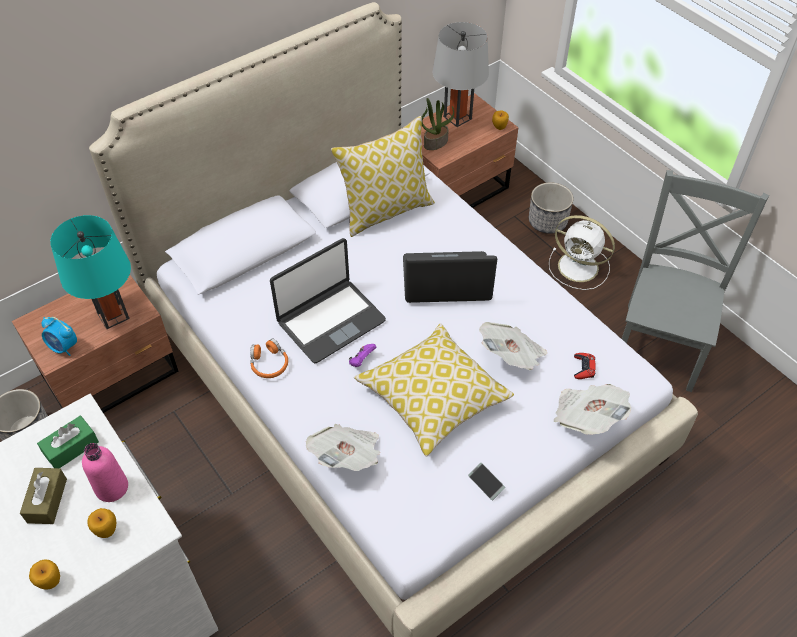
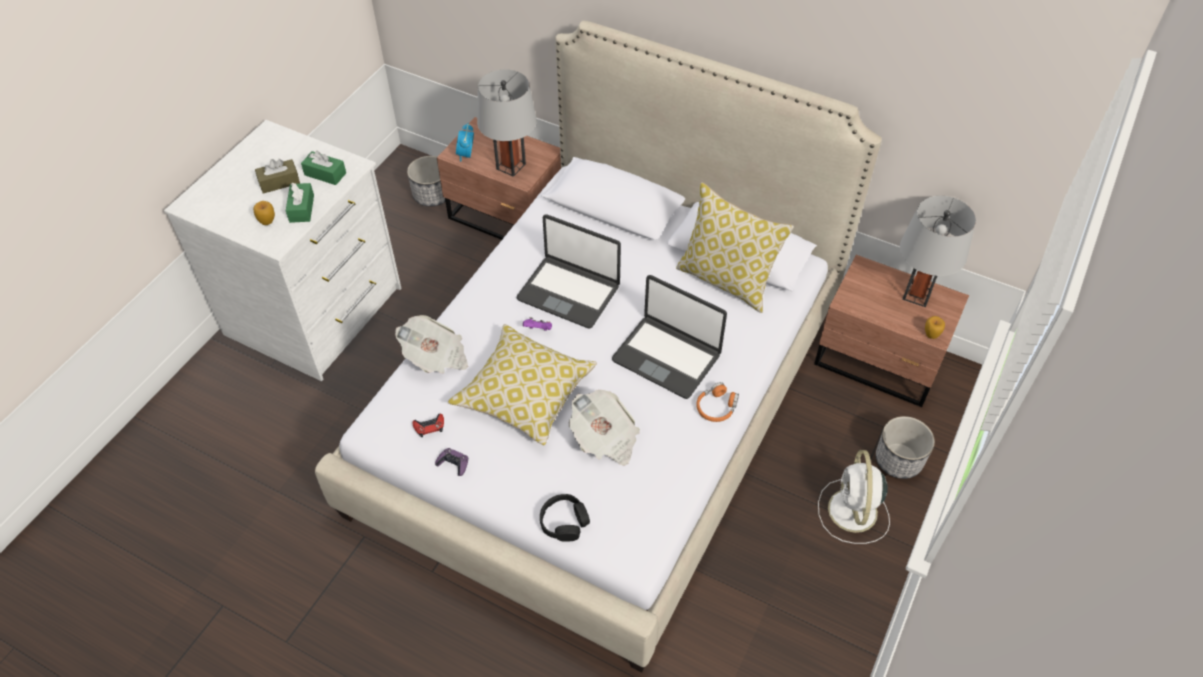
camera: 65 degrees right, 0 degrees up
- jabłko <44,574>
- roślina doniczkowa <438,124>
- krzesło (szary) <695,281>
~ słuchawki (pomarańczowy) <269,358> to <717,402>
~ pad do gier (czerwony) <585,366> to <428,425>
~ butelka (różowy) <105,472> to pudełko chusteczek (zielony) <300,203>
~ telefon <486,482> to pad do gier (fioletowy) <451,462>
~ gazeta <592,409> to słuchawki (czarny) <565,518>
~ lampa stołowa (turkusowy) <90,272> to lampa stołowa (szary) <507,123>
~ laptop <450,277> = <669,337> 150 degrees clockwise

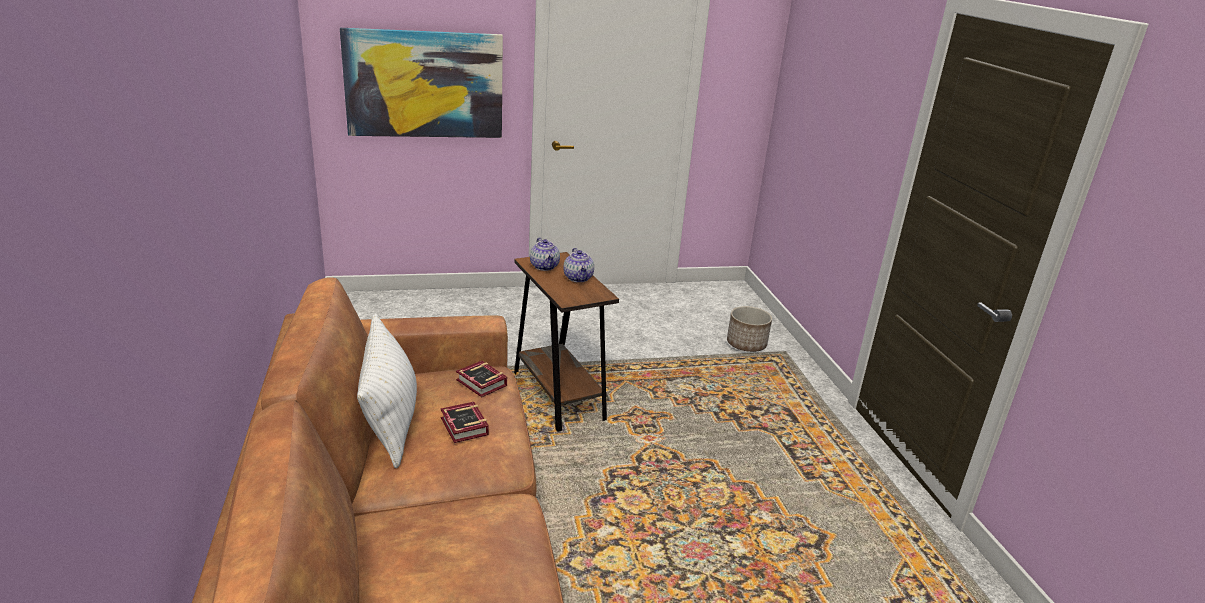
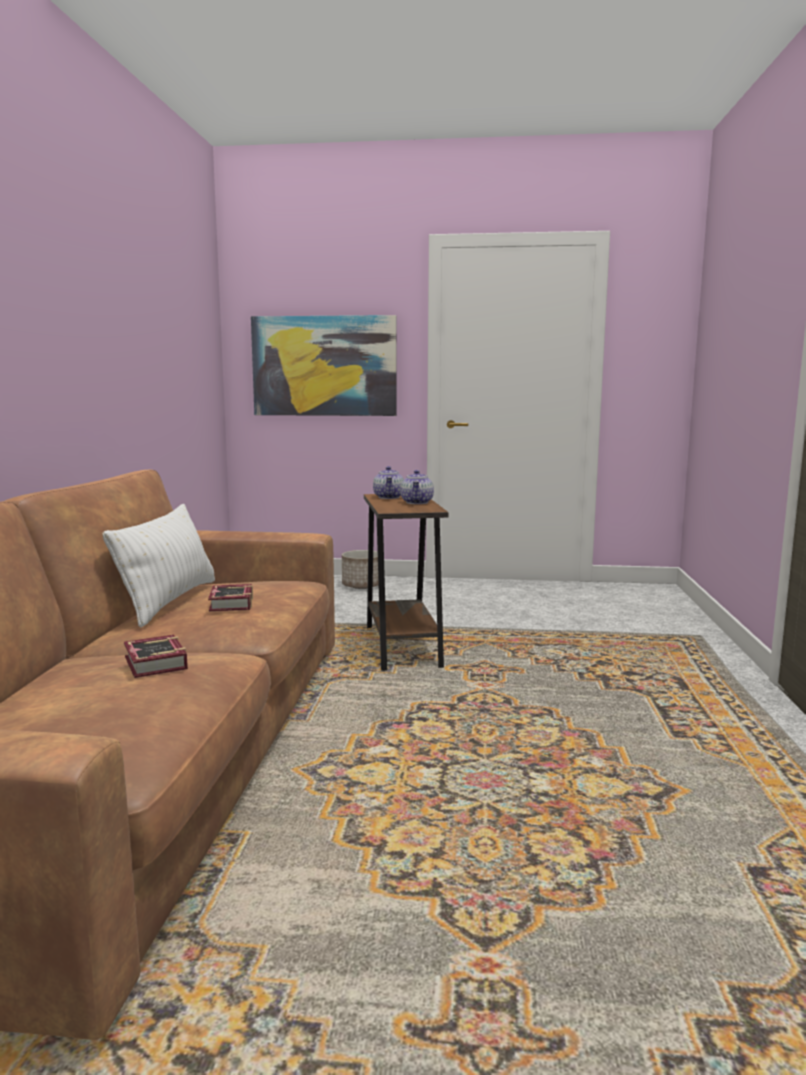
camera: 20 degrees right, 15 degrees down
~ książka <481,379> to <156,656>
~ donica <749,329> to <360,569>

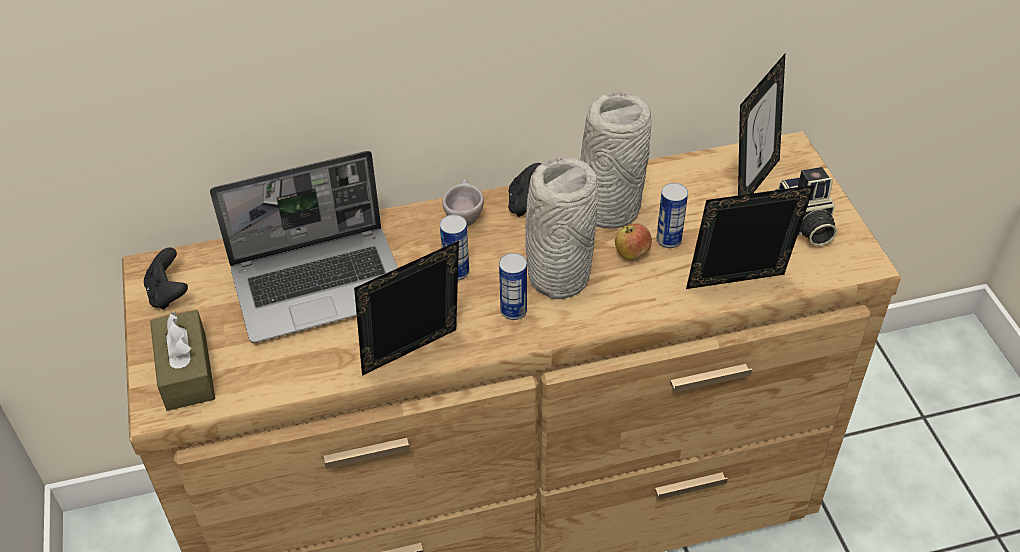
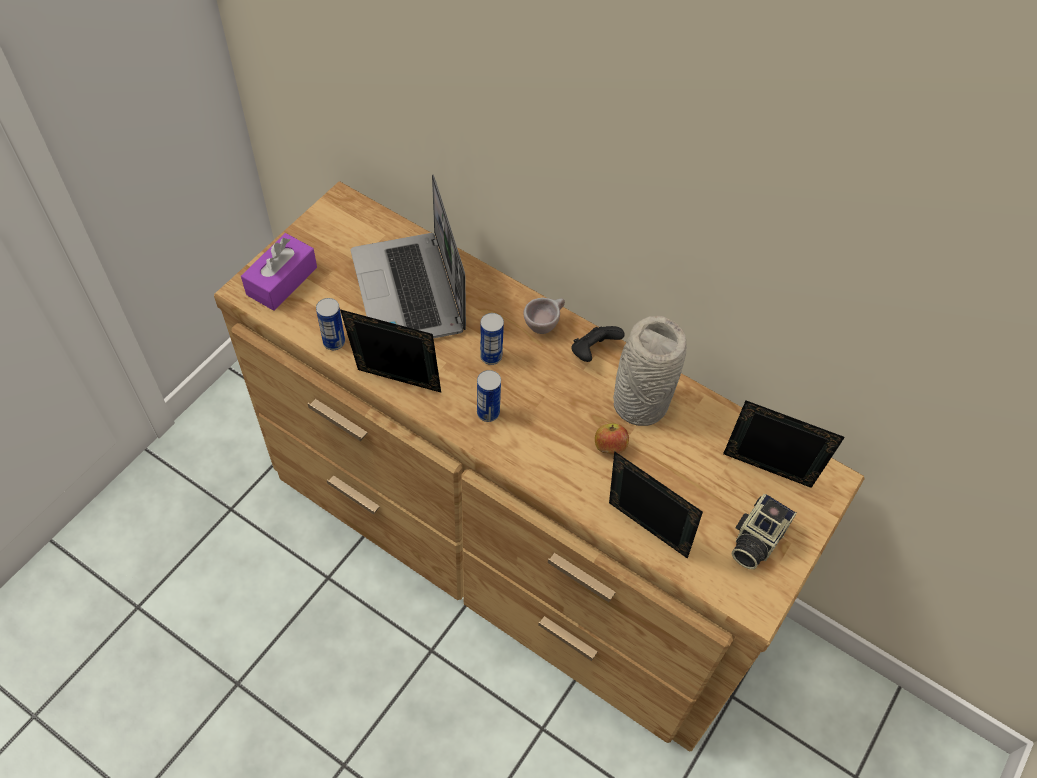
camera: 45 degrees right, 10 degrees up
- pad do gier (czarny) <166,278>
- wazon (szary) <561,228>
~ puszka <672,215> to <330,324>
~ pudełko chusteczek (brązowy) <182,360> to pudełko chusteczek (fioletowy) <279,272>
~ laptop <304,247> = <408,256> 45 degrees clockwise
~ ramka na zdjęcie <761,124> = <784,444> 150 degrees counterclockwise

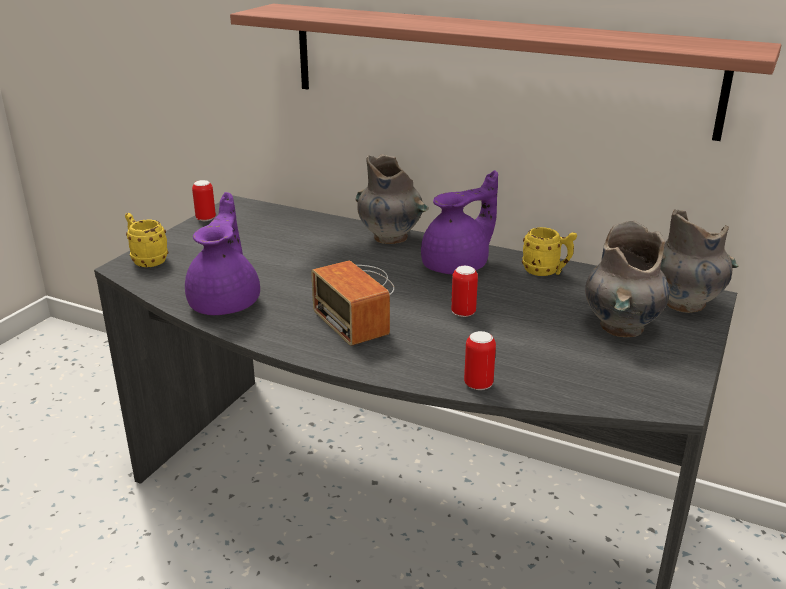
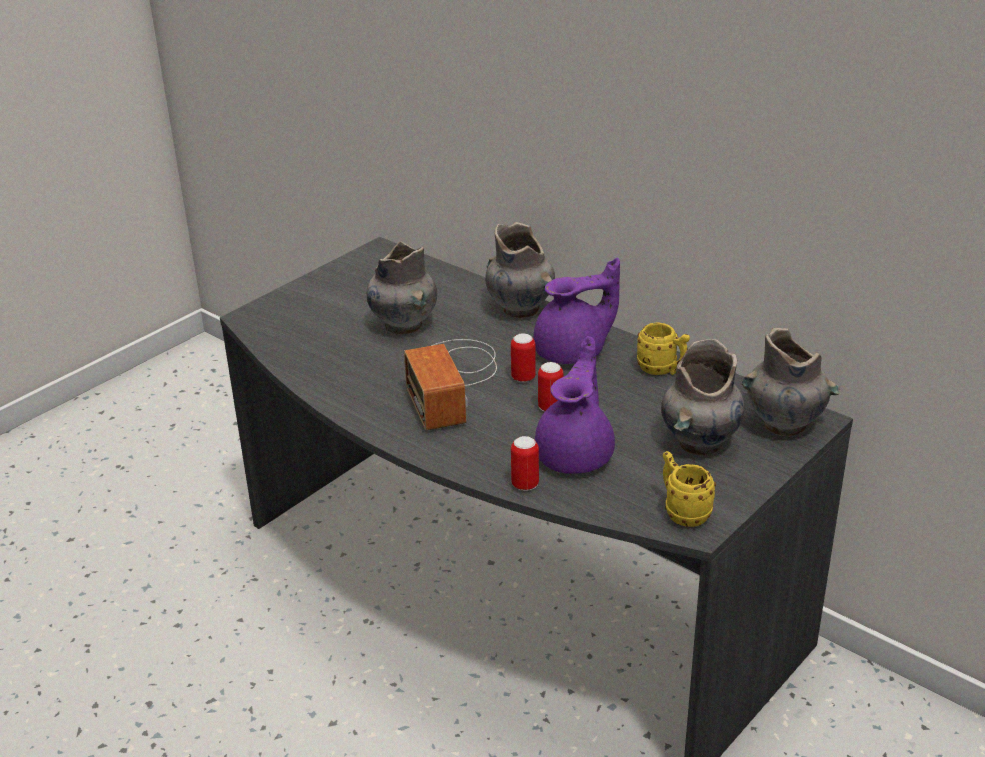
camera: 15 degrees right, 5 degrees up
- półka <505,72>
+ wazon (szary) <402,287>
~ kubek (żółty) <146,240> to <689,489>
~ imbryk (fioletowy) <222,253> to <575,405>
~ puszka <204,200> to <523,358>

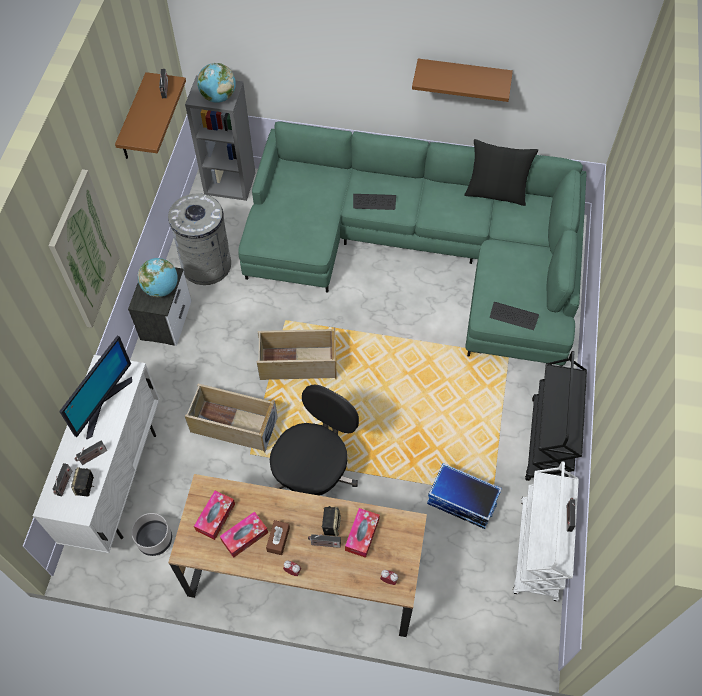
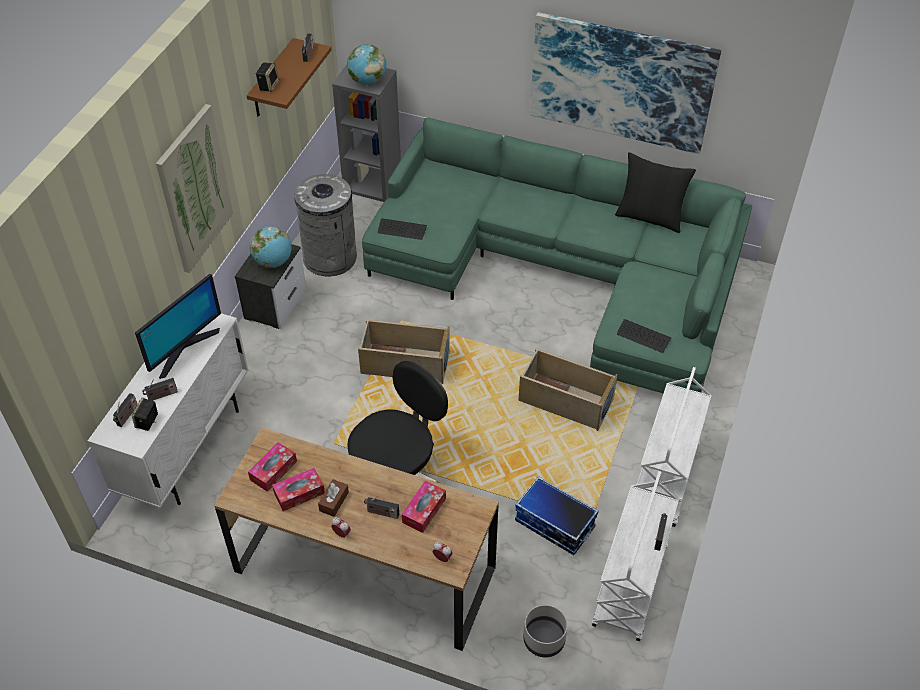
camera: 10 degrees right, 10 degrees down
~ donica (szary) <151,534> to <545,631>
~ pojemnik do przechowywania (beżowy) <231,417> to <568,389>
~ głośnik <331,521> to <267,77>
~ klawiatura <374,202> to <402,229>
~ półka (brązowy) <462,80> to obraz <625,83>
~ wózek (czarny) <556,416> to wózek (biały) <674,447>

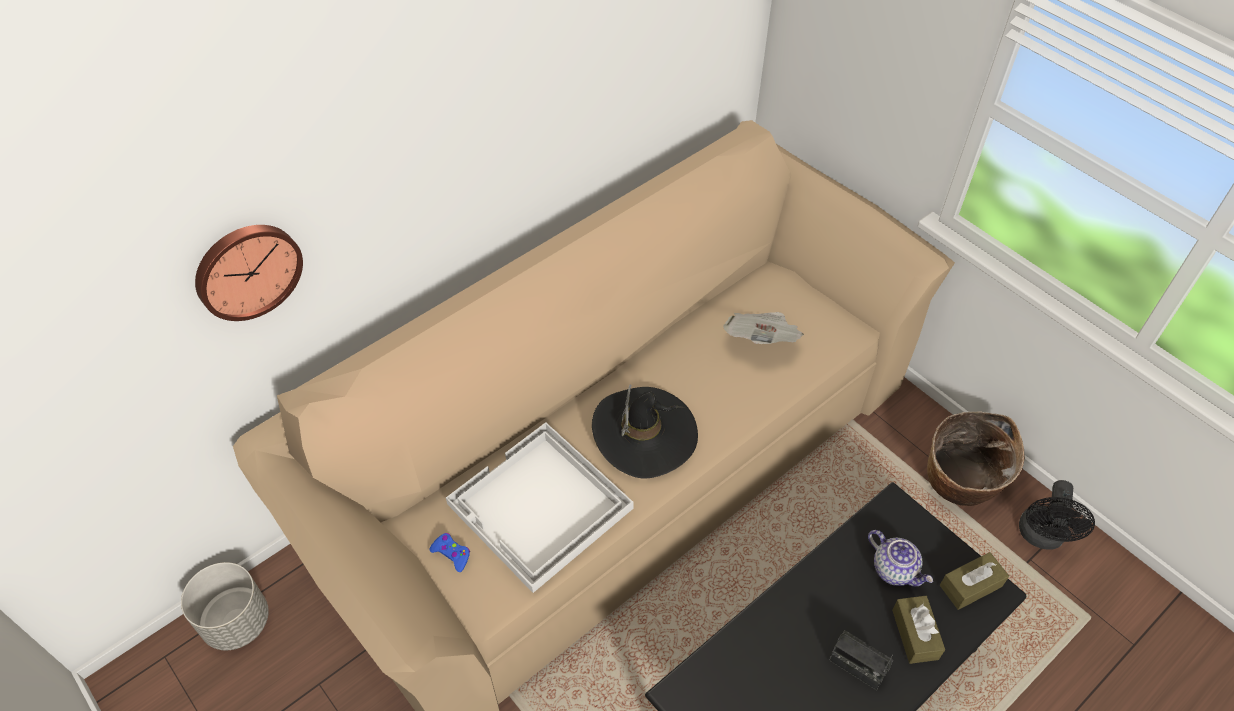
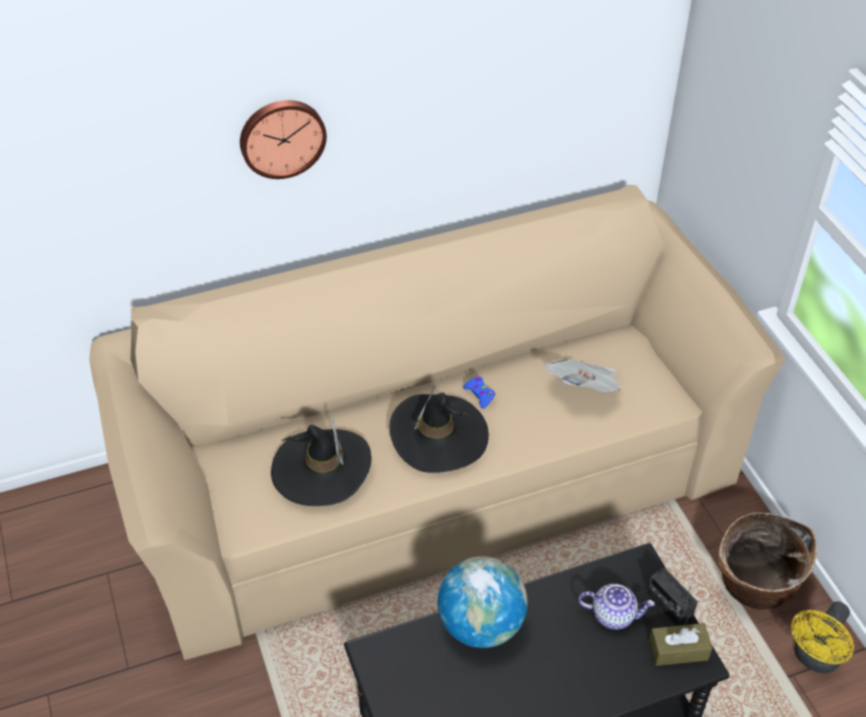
camera: 20 degrees right, 5 degrees down
- donica (szary) <225,606>
- pudełko chusteczek (brązowy) <918,630>
+ globus <483,602>
~ zegar ścienny <249,273> to <283,139>
~ pad do gier (niebieski) <449,552> to <479,392>
~ radio <861,660> to <672,596>
~ taca (biały) <540,507> to kapelusz (czarny) <321,461>
~ wentylator (czarny) <1057,515> to wentylator (żółty) <822,637>
~ imbryk <900,558> = <616,607> 60 degrees counterclockwise

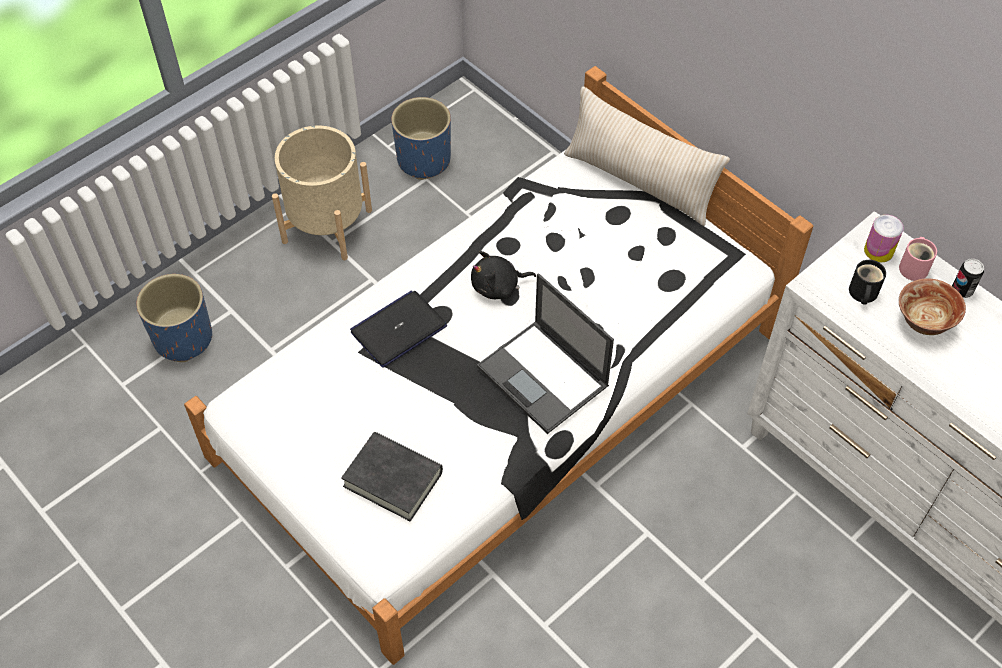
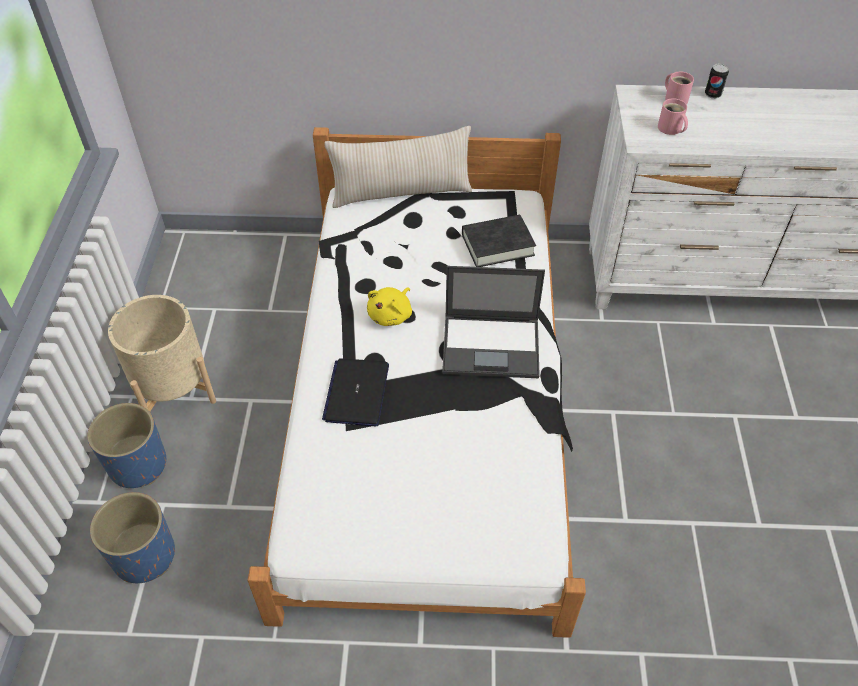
camera: 45 degrees left, 5 degrees down
- puszka <884,238>
- miska <932,307>
~ książka (czarny) <392,476> to <499,241>
~ donica (niebieski) <421,138> to <126,445>
~ pluszak (czarny) <503,275> to pluszak (żółty) <389,306>
~ kubek (czarny) <867,282> to kubek (różowy) <673,116>

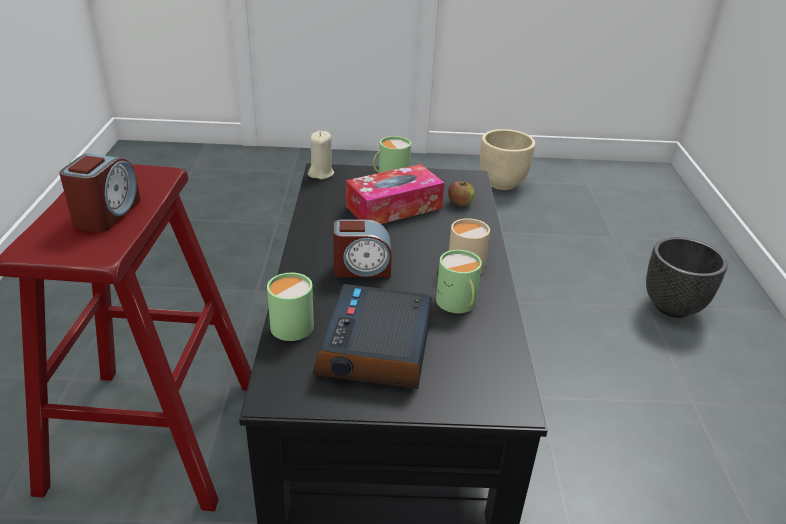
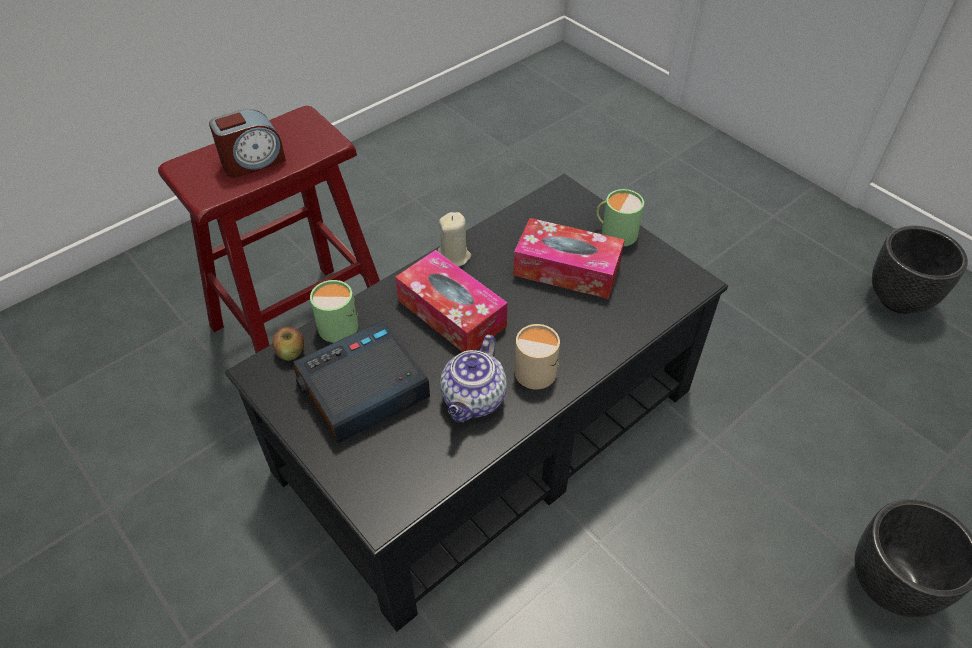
camera: 50 degrees right, 15 degrees up
~ świeca (beżowy) <321,155> to <454,239>
~ jabłko <461,193> to <288,344>
~ budzik <362,248> to pudełko chusteczek <451,301>
~ kubek (zielony) <459,281> to imbryk <473,378>
~ donica (beżowy) <507,159> to donica (czarny) <920,269>

